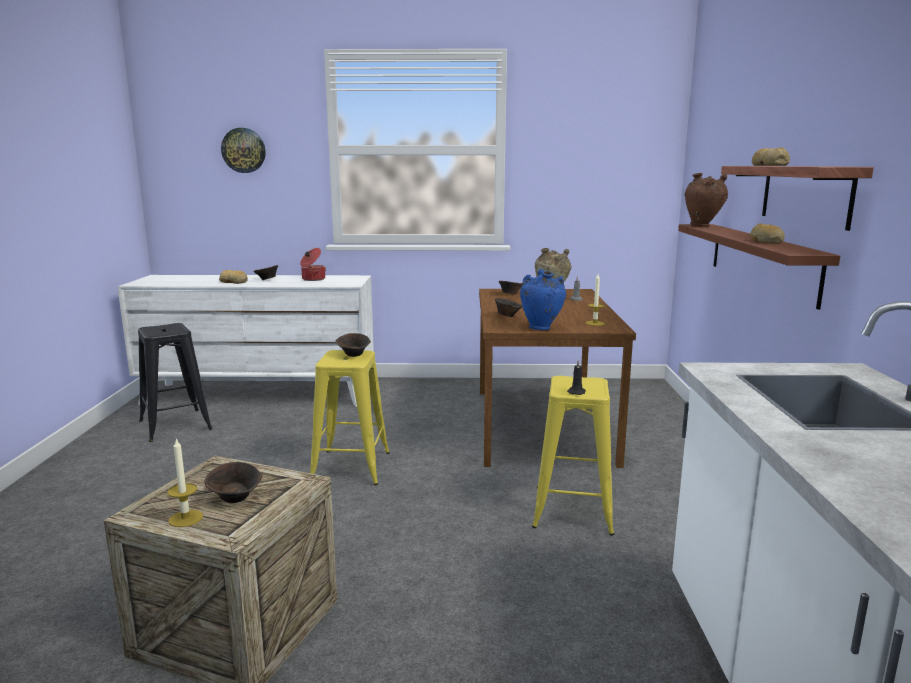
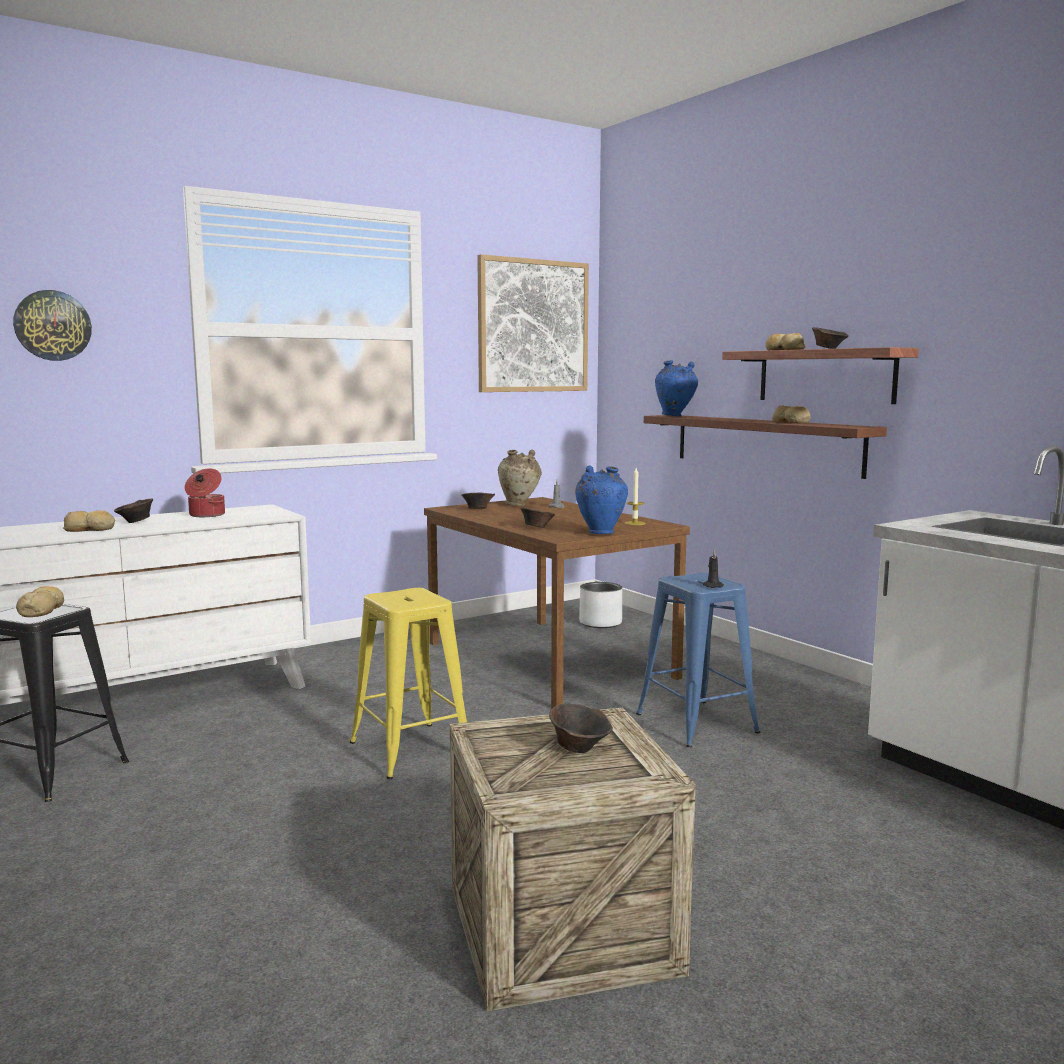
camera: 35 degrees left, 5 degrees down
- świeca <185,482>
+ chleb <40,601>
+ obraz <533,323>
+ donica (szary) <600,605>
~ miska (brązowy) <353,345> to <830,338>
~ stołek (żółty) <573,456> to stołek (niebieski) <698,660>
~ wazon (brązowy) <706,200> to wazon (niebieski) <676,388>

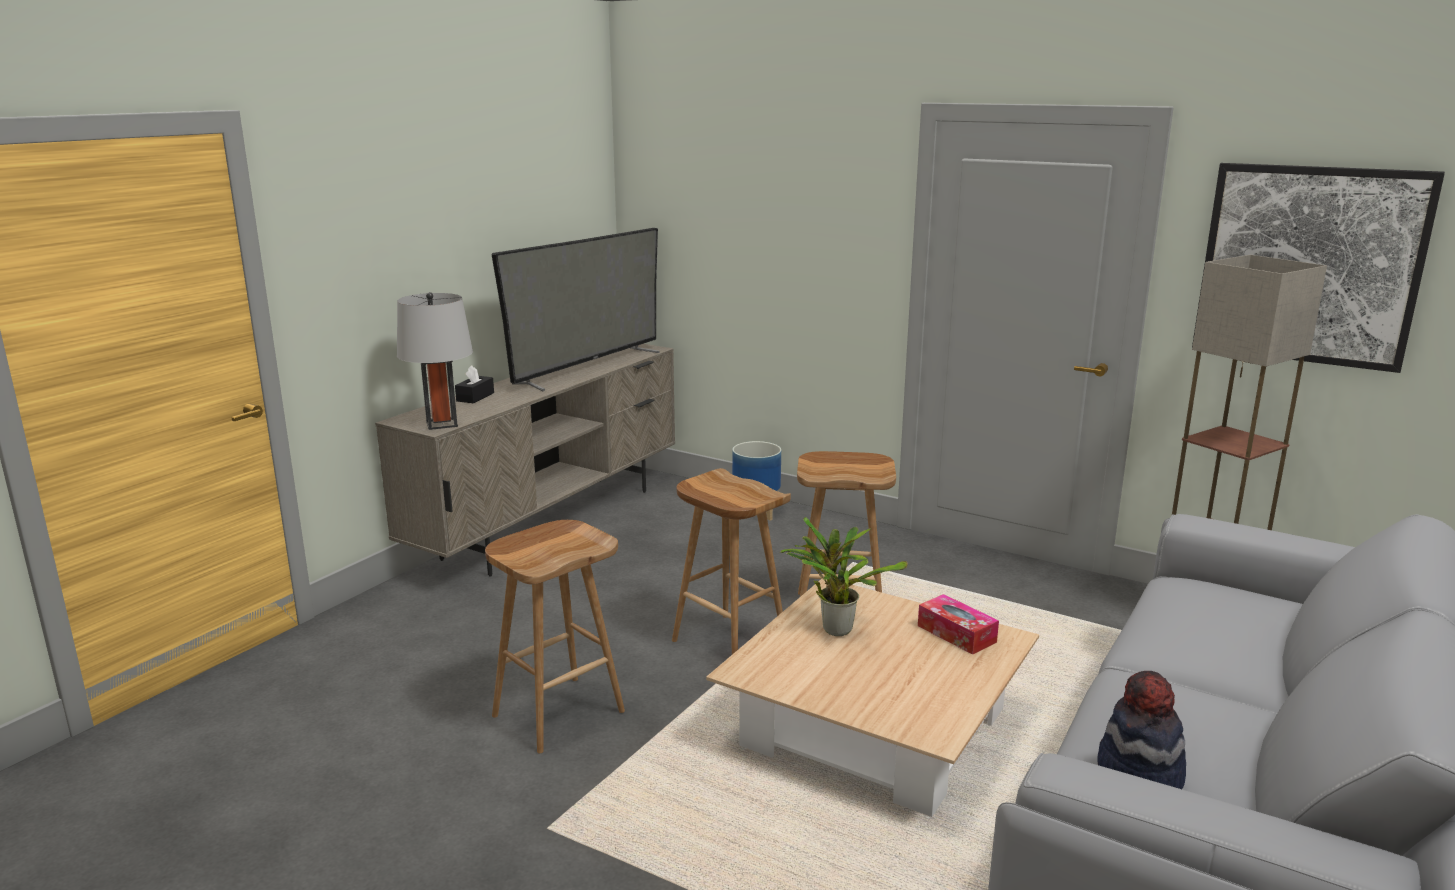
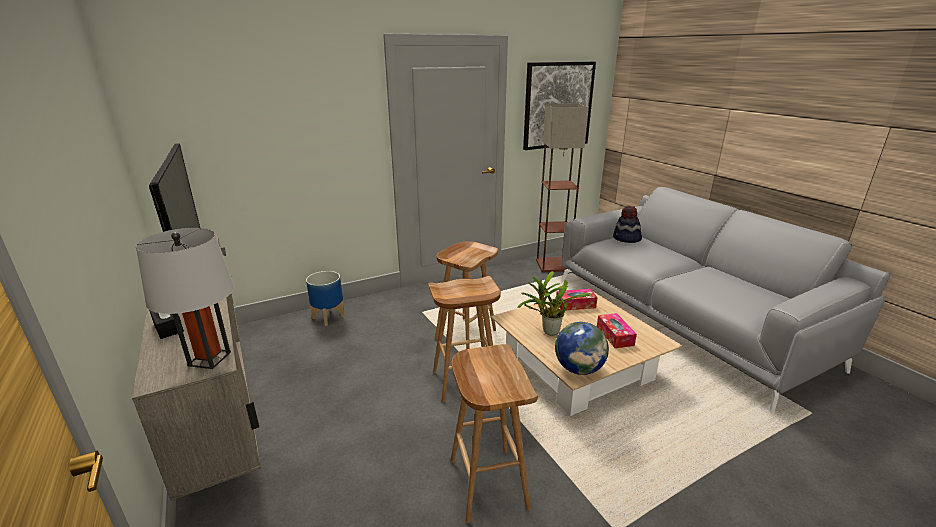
camera: 60 degrees left, 5 degrees up
+ globus <582,348>
+ pudełko chusteczek <617,330>
~ kapelusz <1141,730> to <627,224>

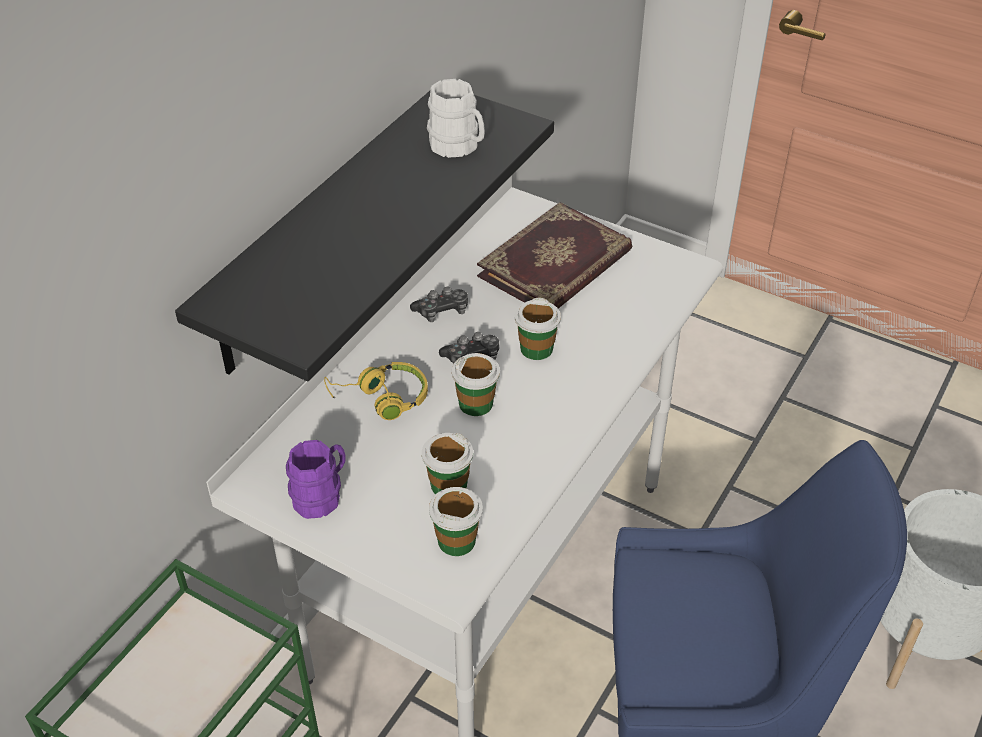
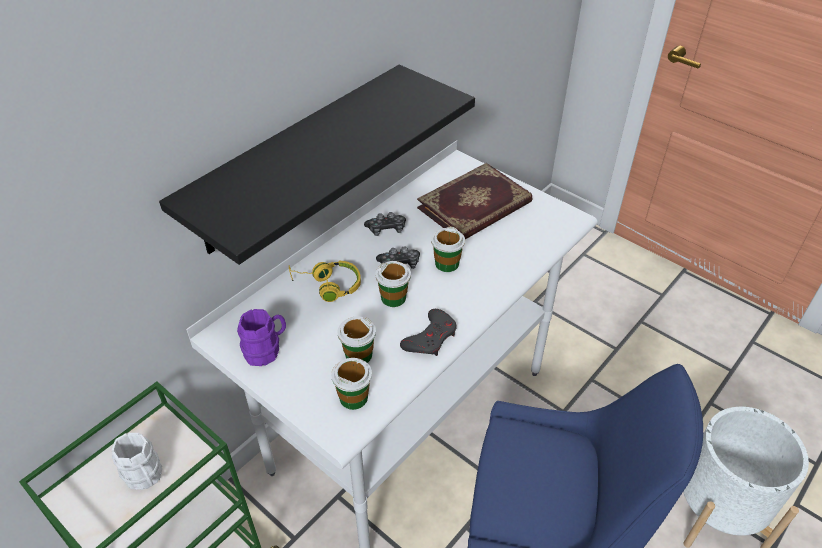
camera: 10 degrees right, 0 degrees up
+ pad do gier (szary) <428,332>
~ kubek (biały) <456,118> to <137,461>

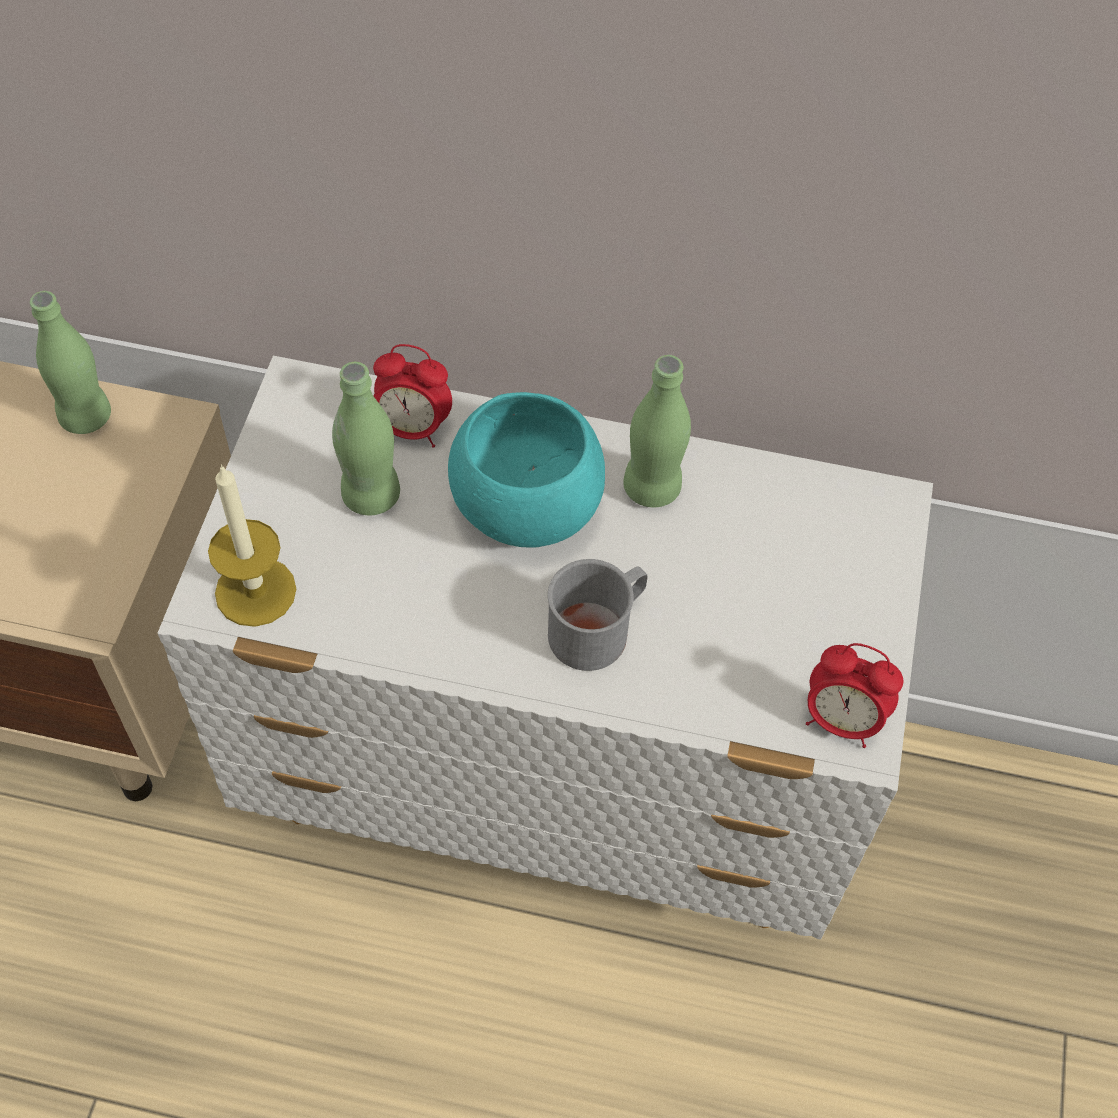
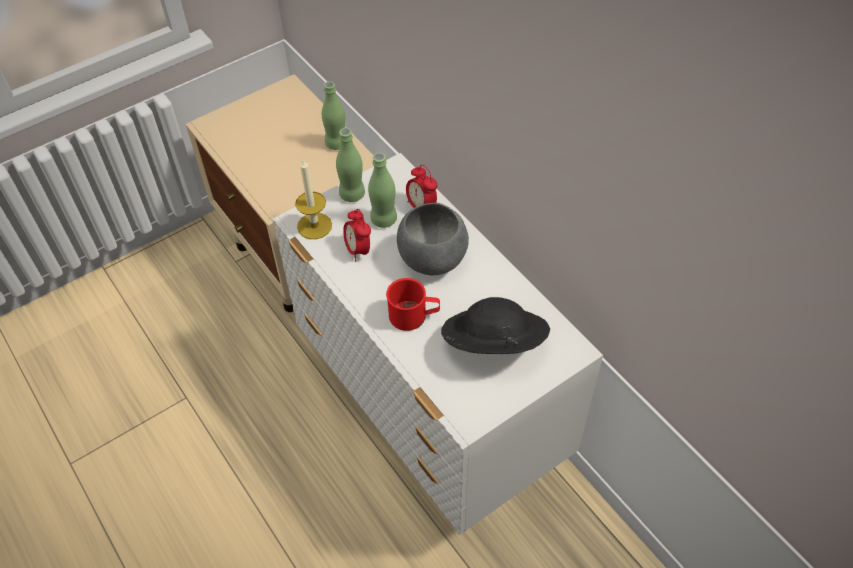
camera: 45 degrees right, 5 degrees down
+ kapelusz (czarny) <495,325>
~ butelka (zielony) <657,431> to <350,165>
~ budzik <854,695> to <357,235>
~ miska (turkusowy) <526,470> to miska (szary) <433,239>
~ kubek (szary) <597,615> to kubek (czerwony) <413,304>

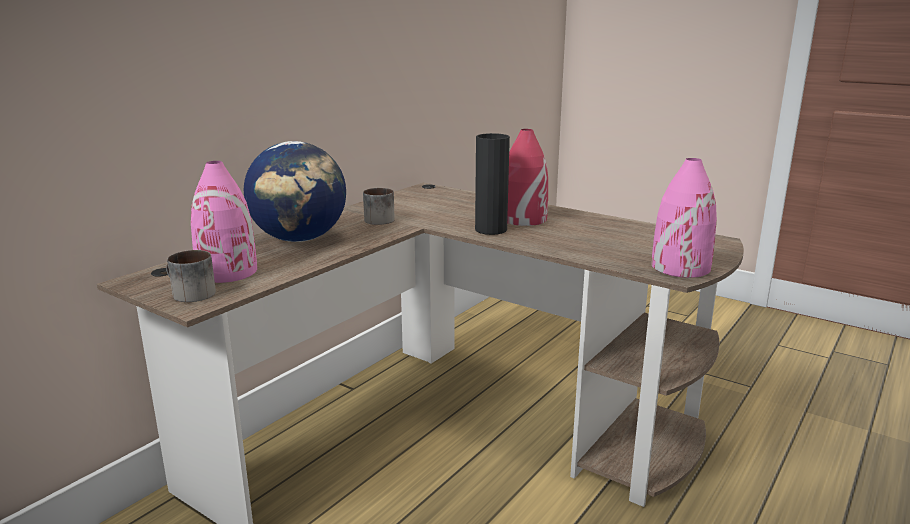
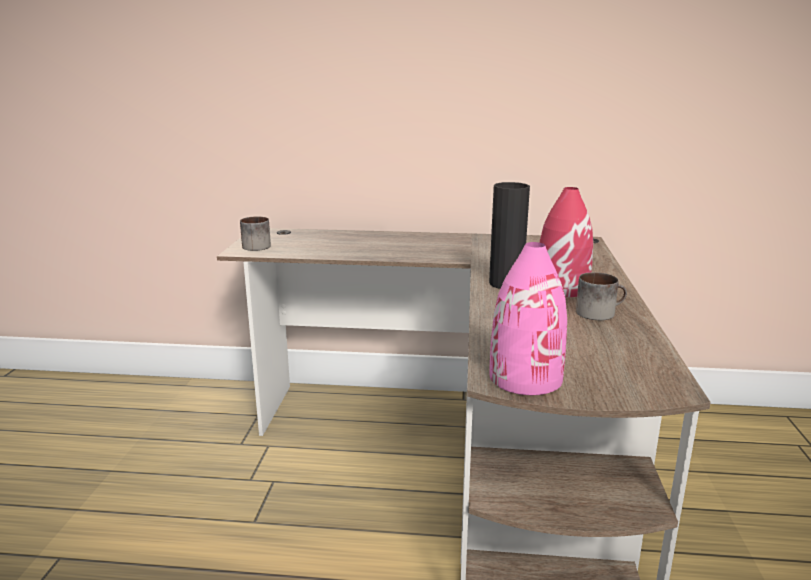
camera: 60 degrees right, 0 degrees up
- wazon (różowy) <224,222>
- globus <295,191>
~ kubek <379,206> to <601,296>

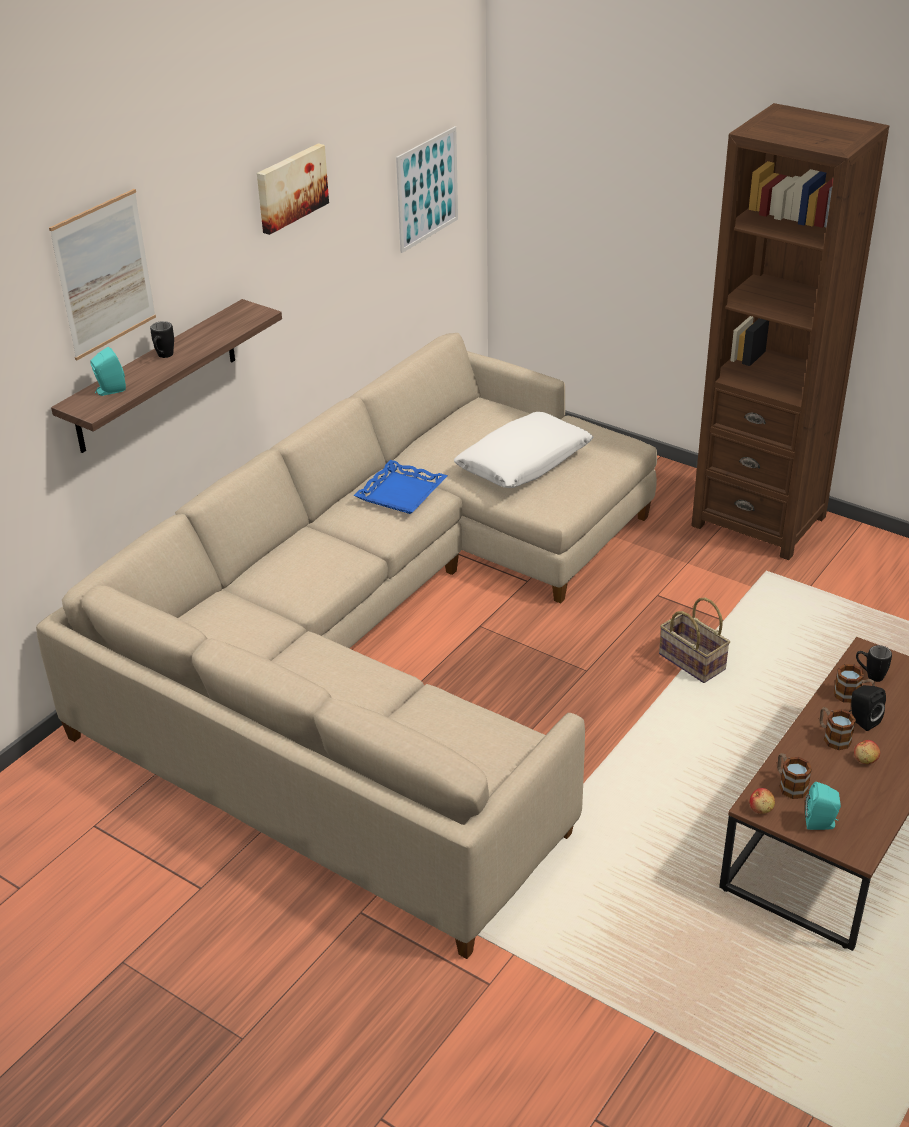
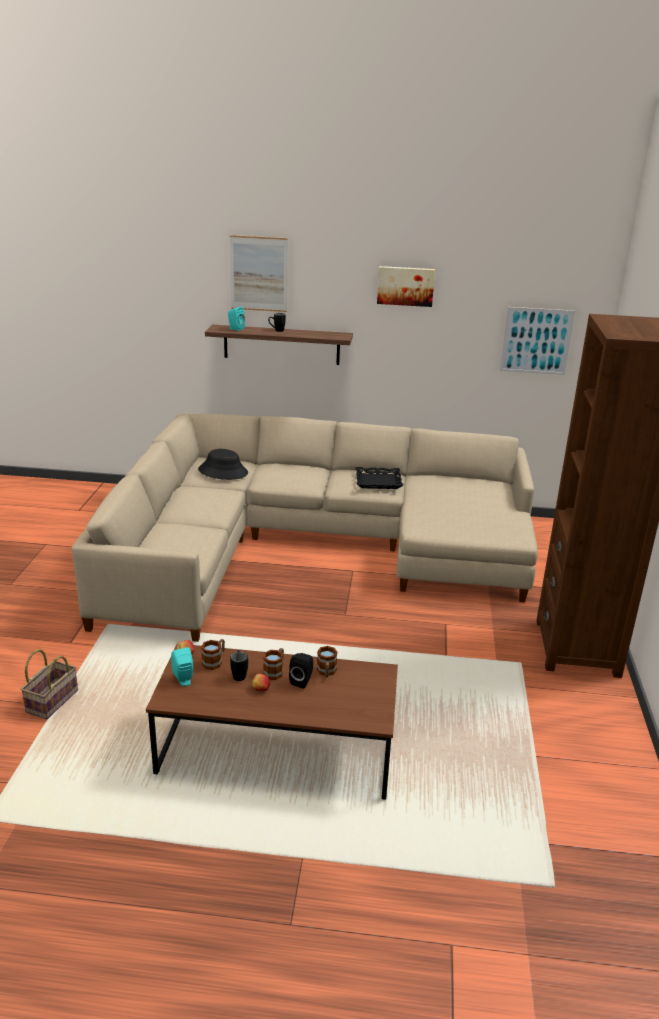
camera: 60 degrees right, 10 degrees down
- poduszka (biały) <524,450>
+ kapelusz (czarny) <223,464>
~ koszyk <694,640> to <49,684>
~ kubek (czarny) <874,663> to <239,665>
~ taca (niebieski) <400,487> to taca (czarny) <379,478>

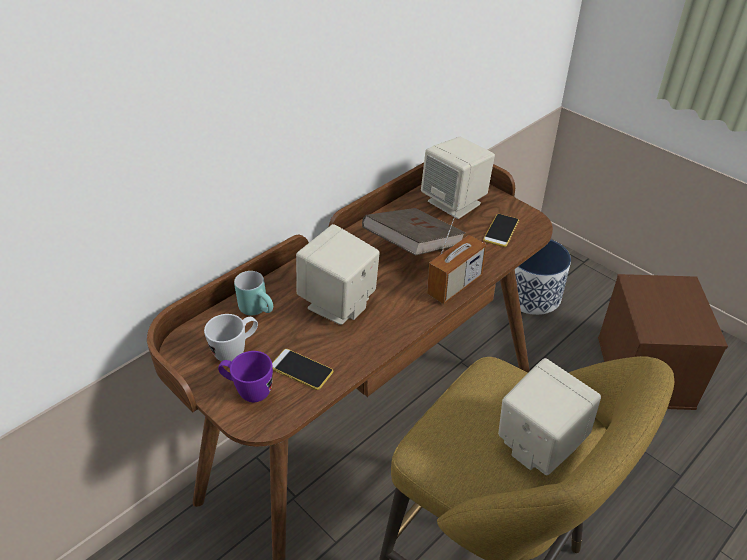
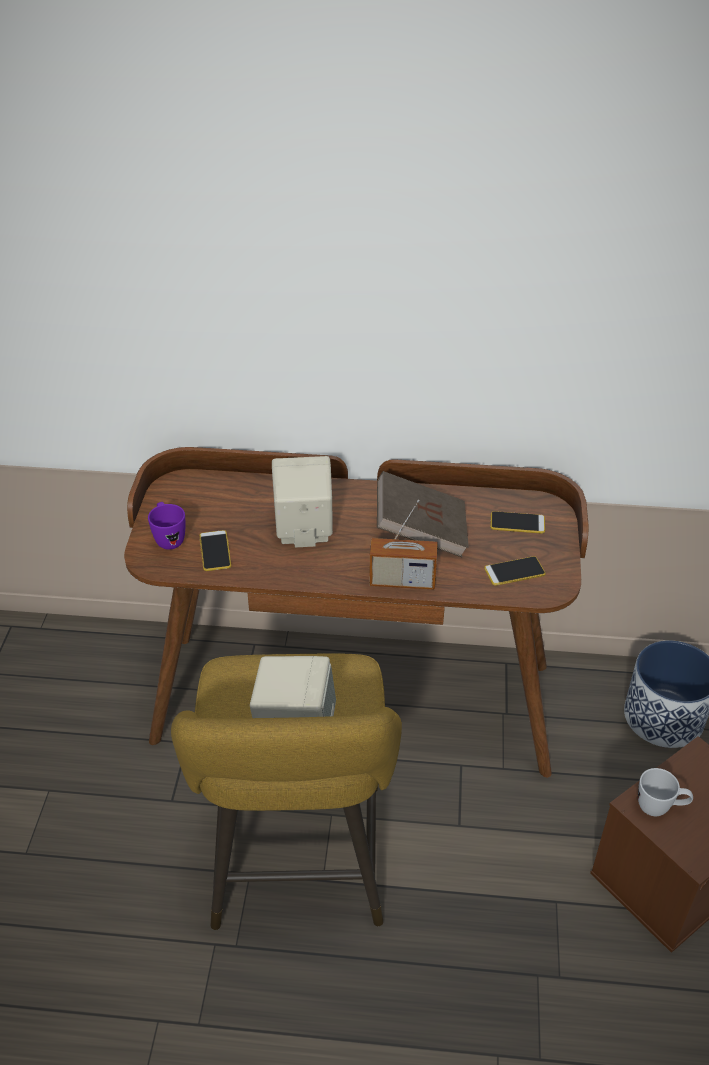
camera: 50 degrees right, 0 degrees up
- kubek (turkusowy) <253,293>
~ kubek (biały) <231,338> to <665,792>
~ głośnik (beżowy) <458,178> to telefon <517,522>

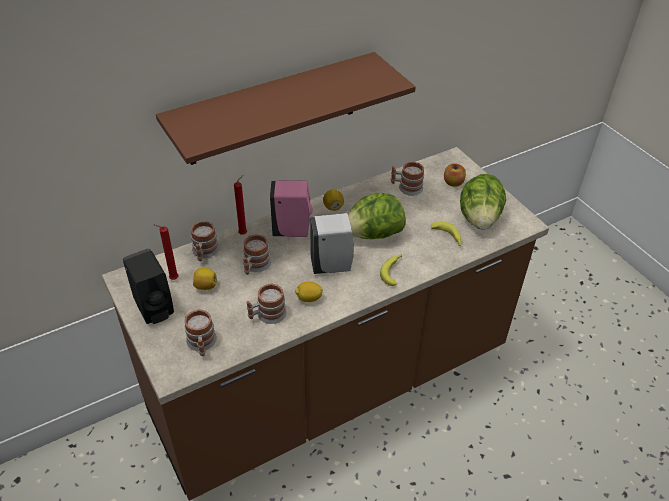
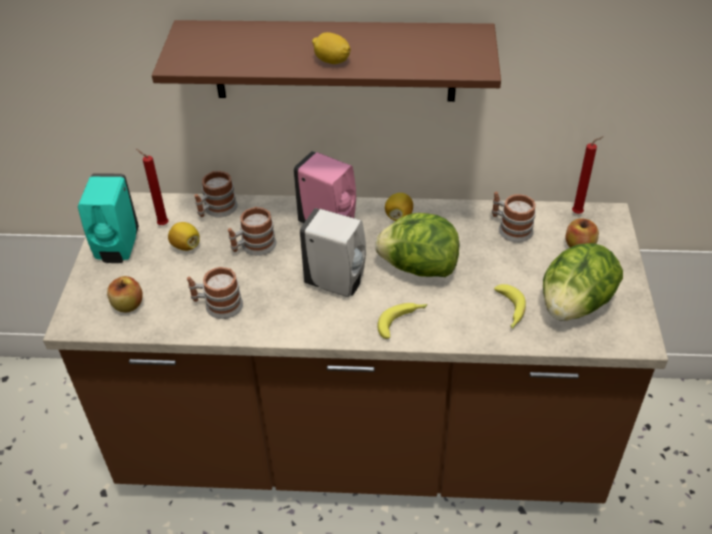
camera: 35 degrees right, 0 degrees up
~ świeca (czerwony) <240,205> to <588,175>
~ cytryna <309,292> to <331,48>
~ kubek <200,332> to jabłko <125,294>
~ dozownik mydła (czarny) <148,286> to dozownik mydła (turkusowy) <108,218>

